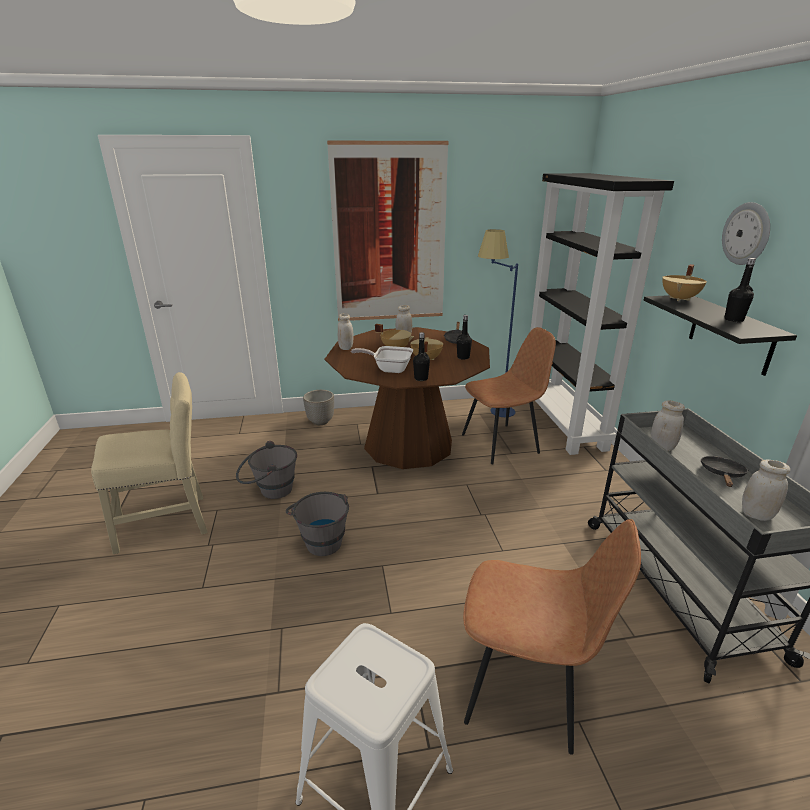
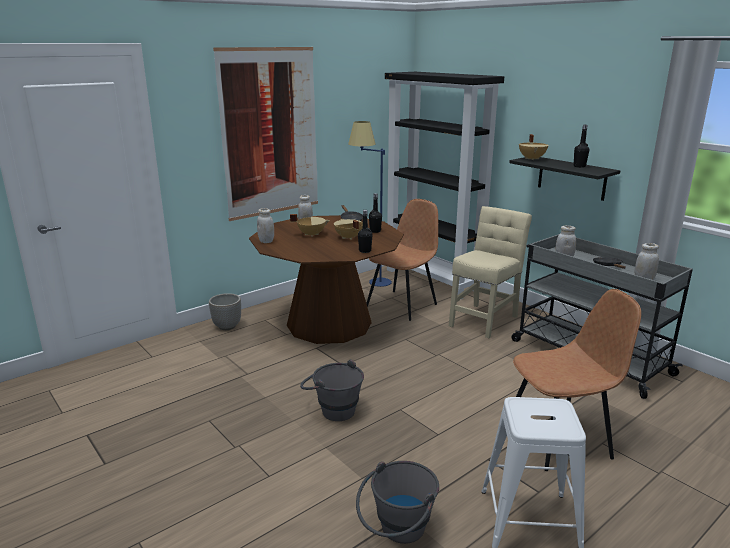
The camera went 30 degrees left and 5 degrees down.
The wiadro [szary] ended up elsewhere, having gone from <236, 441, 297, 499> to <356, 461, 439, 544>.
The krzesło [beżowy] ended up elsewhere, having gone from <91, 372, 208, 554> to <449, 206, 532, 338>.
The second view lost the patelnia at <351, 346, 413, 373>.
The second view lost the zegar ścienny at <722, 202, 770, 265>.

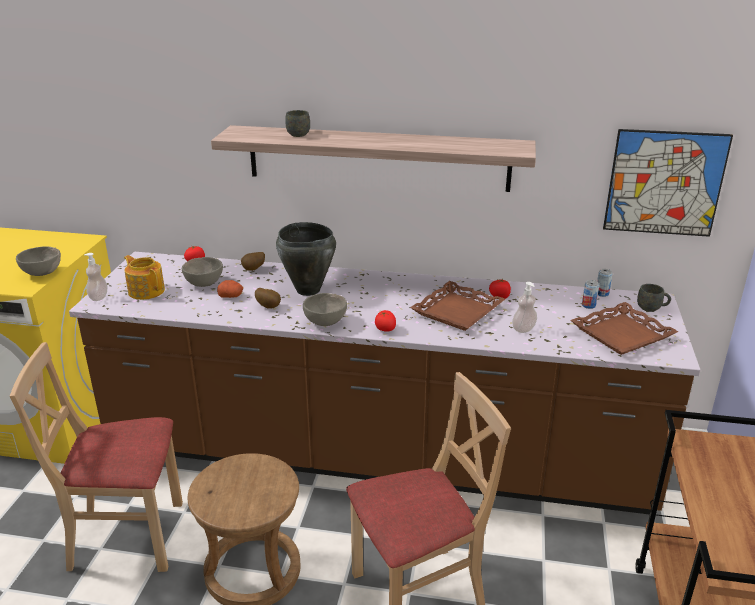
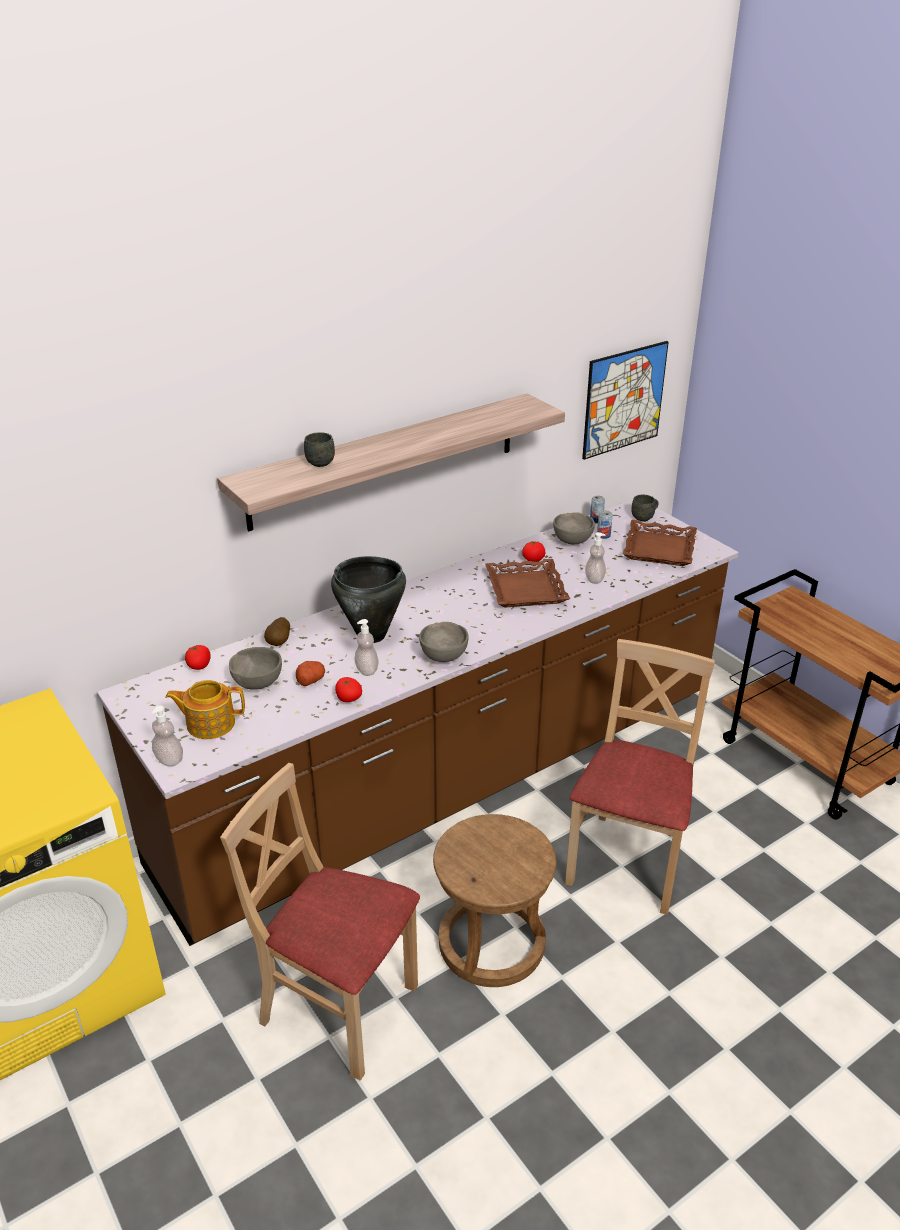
The camera went 45 degrees left and 5 degrees up.
The krzesło [beżowy] at <10, 342, 183, 572> ended up facing another way, 75 degrees clockwise from before.
The pomidor ended up elsewhere, having gone from <375, 310, 396, 332> to <335, 677, 362, 702>.
Where the ziemniak stood at <255, 288, 281, 309>, the dozownik mydła came to stand at <354, 619, 379, 676>.
The miska [szary] ended up elsewhere, having gone from <16, 246, 61, 276> to <553, 512, 595, 544>.

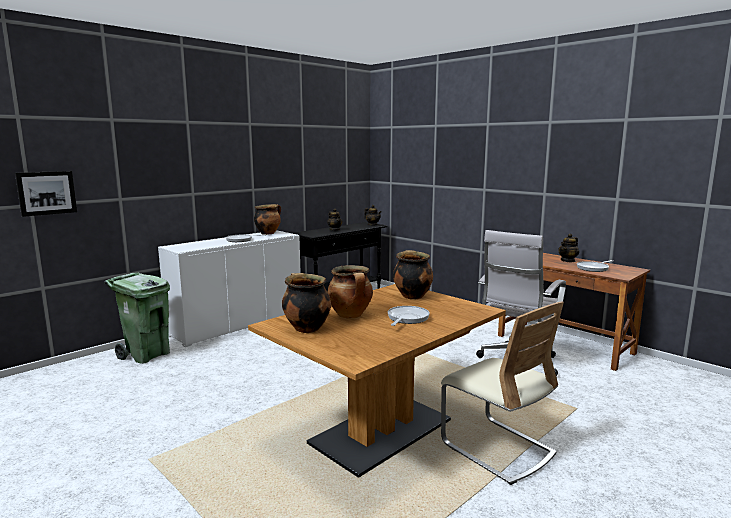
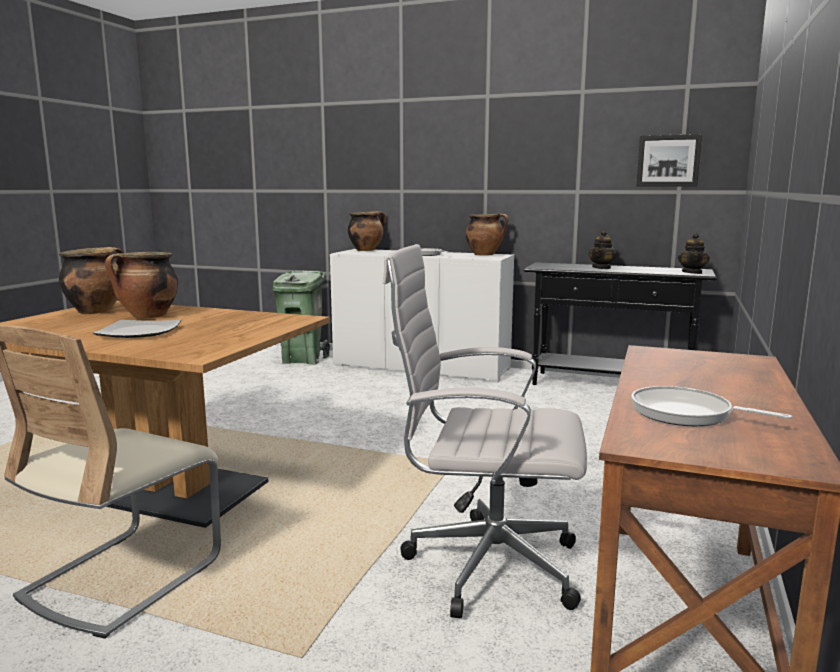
The camera went 65 degrees right and 0 degrees up.
Where the patelnia stood at <388, 306, 430, 326>, the talerz came to stand at <93, 320, 181, 338>.
The garnek ended up elsewhere, having gone from <393, 250, 433, 300> to <348, 211, 386, 251>.
The obraz ended up elsewhere, having gone from <15, 171, 77, 217> to <636, 134, 702, 187>.
The second view lost the imbryk at <558, 233, 579, 262>.

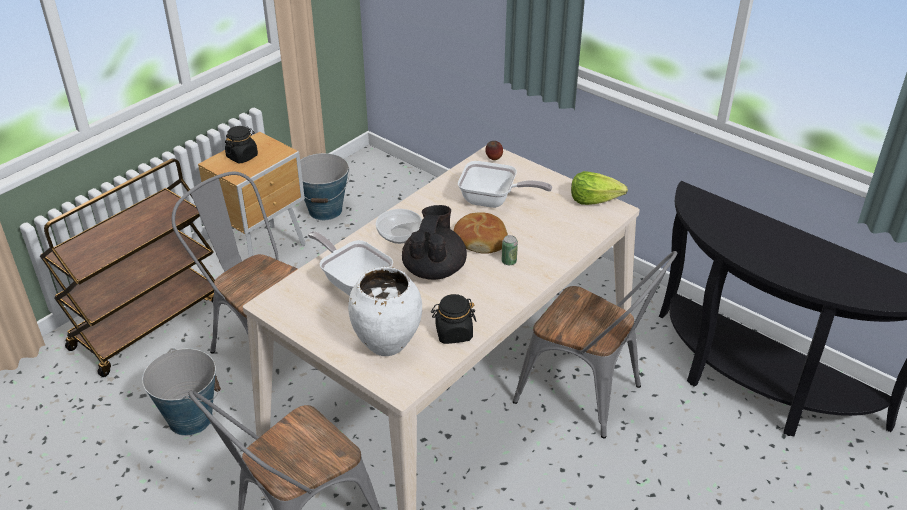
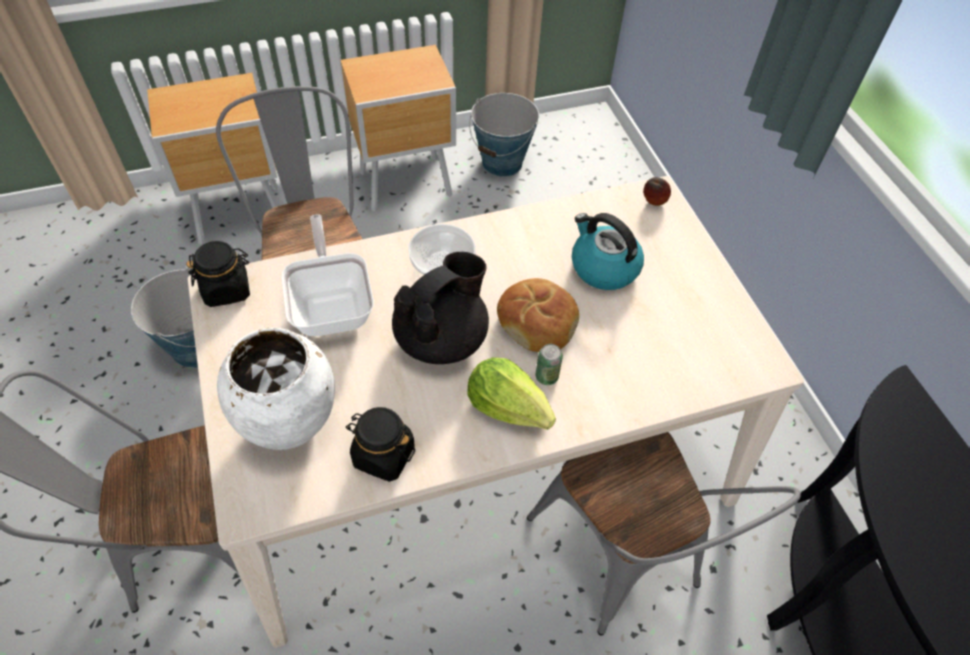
The camera went 30 degrees right and 15 degrees up.
Where the wózek [brązowy] stood at <40, 158, 215, 377>, the szafka nocna [brązowy] came to stand at <147, 73, 279, 245>.
The słoik [czarny] ended up elsewhere, having gone from <225, 126, 258, 163> to <186, 241, 250, 307>.
The sałata ended up elsewhere, having gone from <571, 171, 628, 205> to <467, 357, 556, 430>.
Where the patelnia stood at <458, 161, 552, 208>, the czajnik came to stand at <572, 213, 644, 290>.

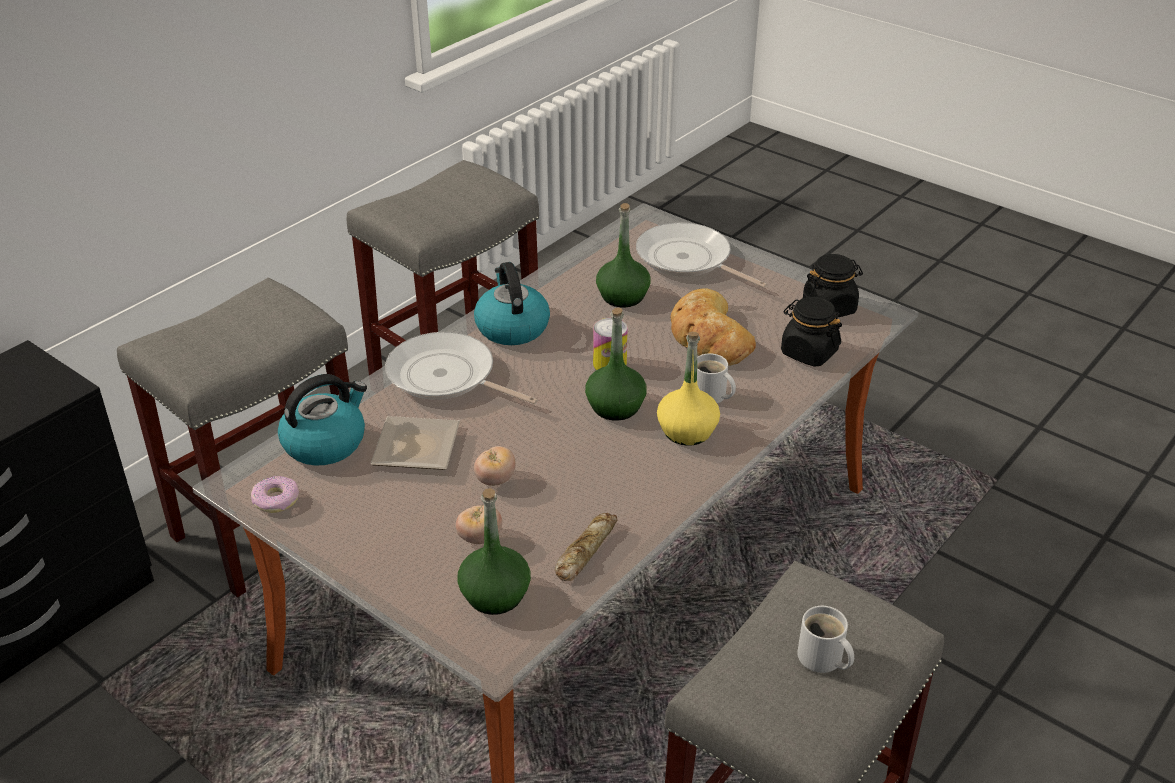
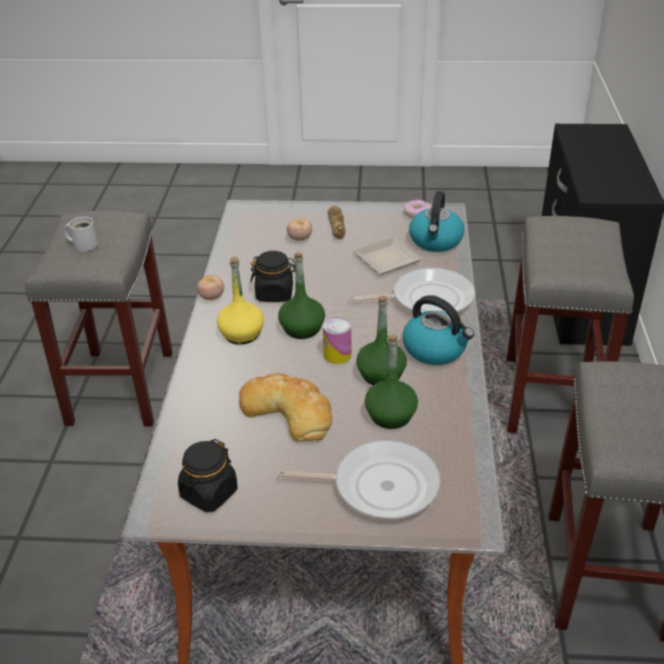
The camera went 145 degrees right and 0 degrees up.
The pomidor ended up elsewhere, having gone from <474, 446, 516, 486> to <197, 275, 224, 300>.
The słoik [czarny] ended up elsewhere, having gone from <781, 297, 842, 367> to <250, 251, 296, 302>.
The chleb ended up elsewhere, having gone from <555, 513, 618, 581> to <328, 206, 345, 239>.
The butelka [zielony] ended up elsewhere, having gone from <457, 488, 531, 615> to <356, 296, 407, 385>.
The second view lost the kubek [biały] at <697, 353, 736, 403>.

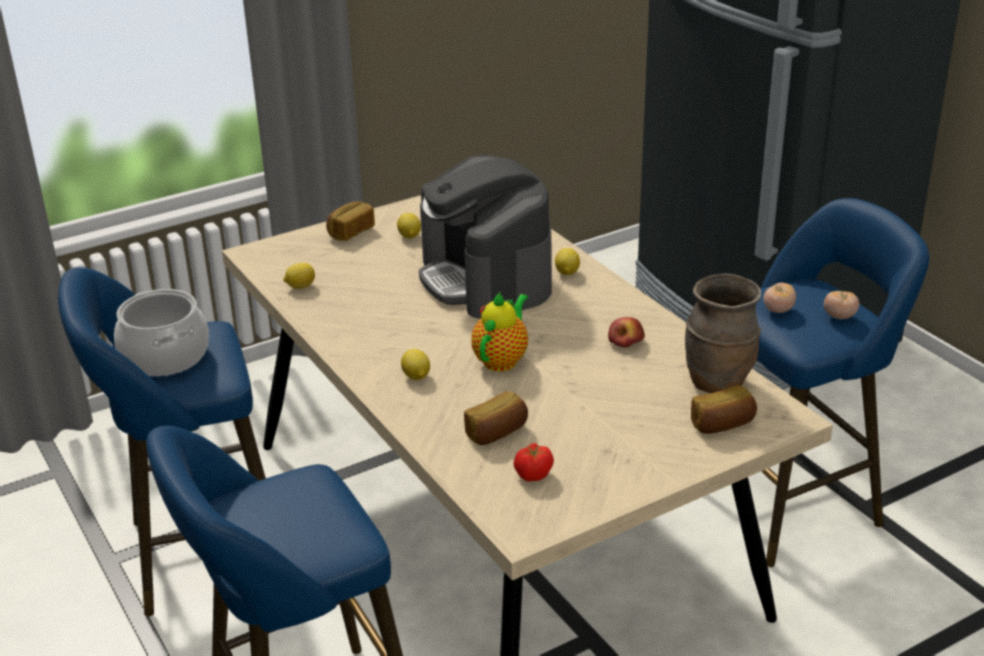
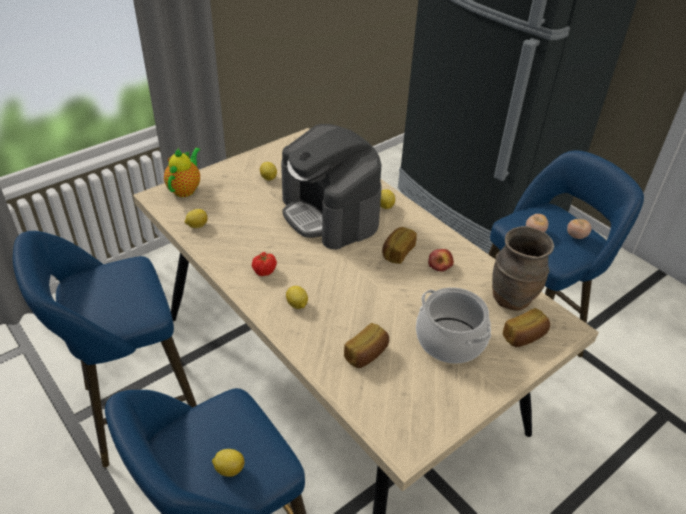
The camera went 10 degrees left and 10 degrees up.
The imbryk ended up elsewhere, having gone from <471, 292, 528, 372> to <164, 148, 201, 197>.
The second view gained the cytryna at <212, 449, 245, 477>.
The pomidor ended up elsewhere, having gone from <514, 443, 554, 482> to <252, 252, 277, 276>.
The chleb ended up elsewhere, having gone from <326, 201, 375, 241> to <382, 227, 417, 264>.
The garnek ended up elsewhere, having gone from <114, 289, 209, 376> to <416, 287, 491, 363>.

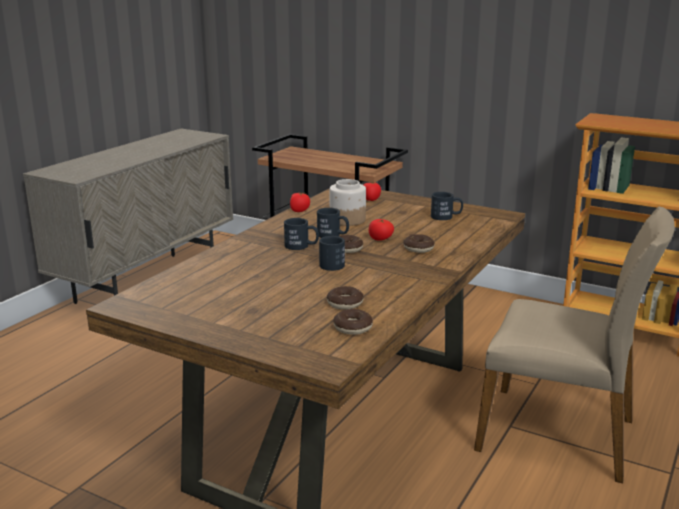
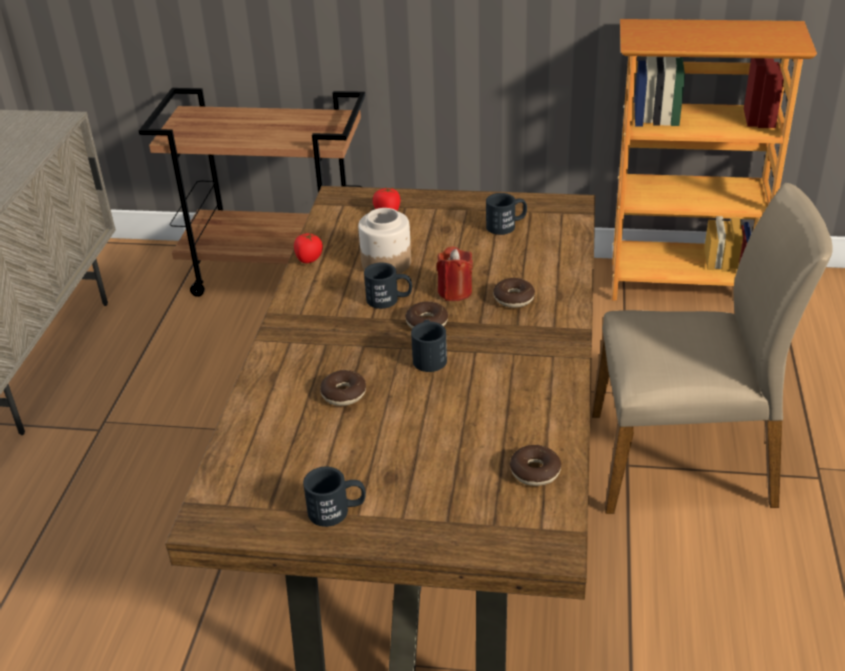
The camera went 20 degrees left and 15 degrees up.
The kubek [czarny] ended up elsewhere, having gone from <284, 218, 319, 250> to <303, 467, 366, 527>.
The donut ended up elsewhere, having gone from <327, 286, 364, 310> to <320, 370, 366, 406>.
Where the pomidor stood at <369, 219, 394, 241>, the świeca [czerwony] came to stand at <436, 247, 473, 301>.

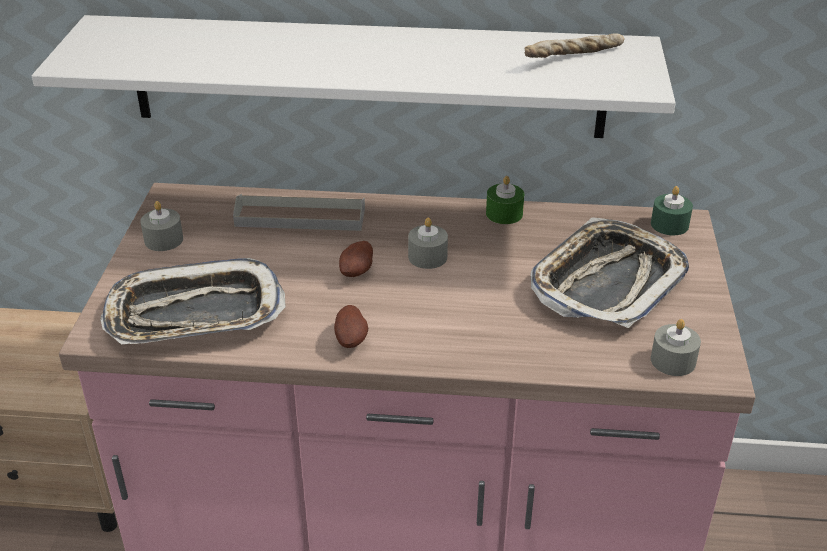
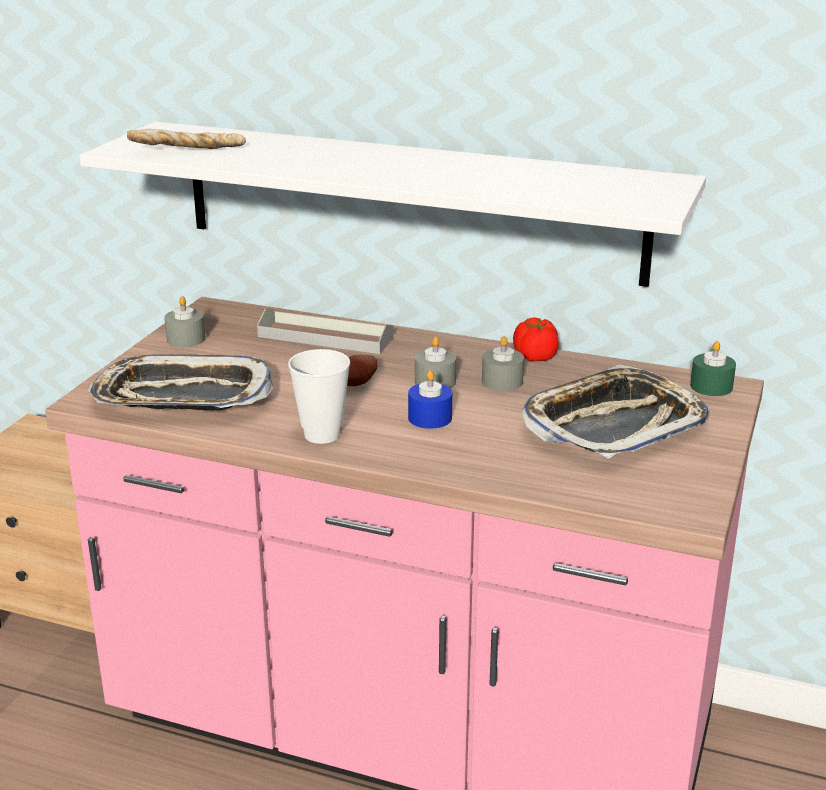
The camera went 15 degrees right and 10 degrees down.
The chleb ended up elsewhere, having gone from <525, 33, 625, 58> to <127, 129, 246, 149>.
Where the ziemniak stood at <334, 305, 368, 348>, the filiżanka came to stand at <288, 349, 350, 444>.
The second view gained the świeca [niebieski] at <408, 370, 452, 429>.
The świeca [szary] ended up elsewhere, having gone from <651, 319, 701, 376> to <482, 336, 524, 391>.
Where the świeca [zielony] stood at <486, 176, 524, 224>, the pomidor came to stand at <513, 317, 559, 362>.

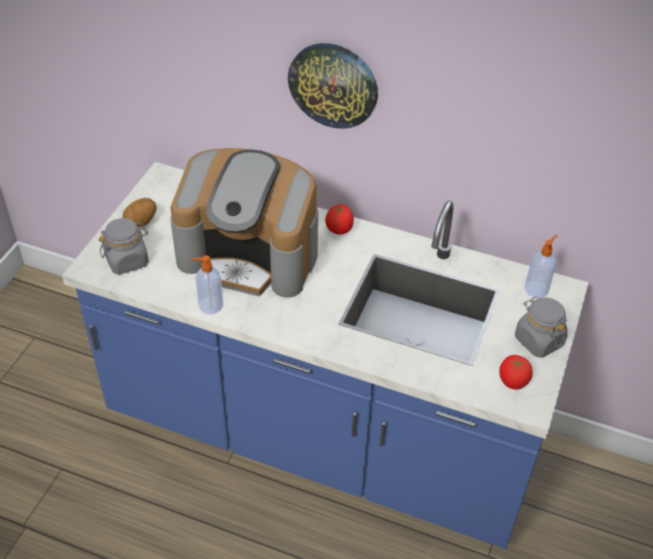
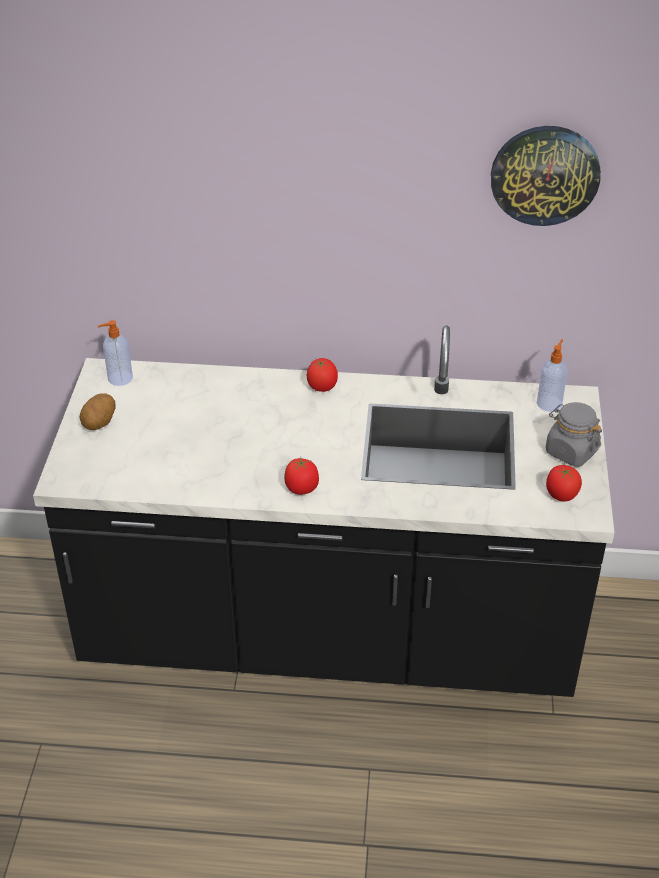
The camera went 15 degrees left and 5 degrees down.
What was the zabudowa kuchenna [niebieski] at <62, 162, 589, 549> turned into the zabudowa kuchenna [czarny] at <33, 325, 614, 697>.
The dozownik mydła ended up elsewhere, having gone from <191, 255, 223, 314> to <98, 320, 133, 386>.
The second view gained the pomidor at <284, 458, 319, 495>.
The zegar ścienny ended up elsewhere, having gone from <288, 43, 378, 129> to <491, 126, 601, 226>.
The second view lost the słoik [szary] at <99, 218, 149, 275>.
The second view lost the ekspres do kawy at <170, 148, 318, 298>.

